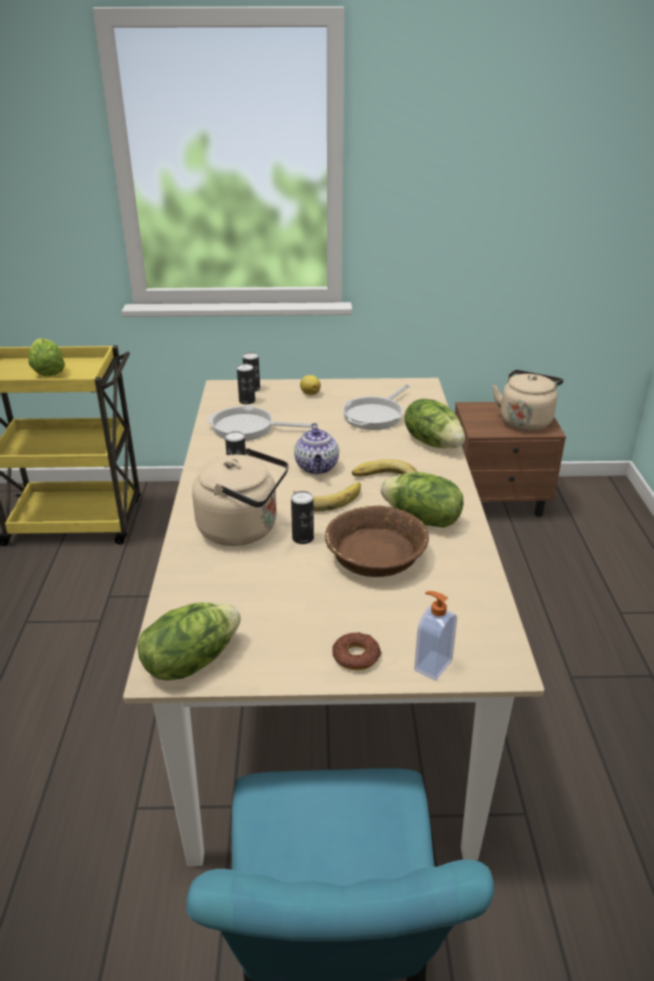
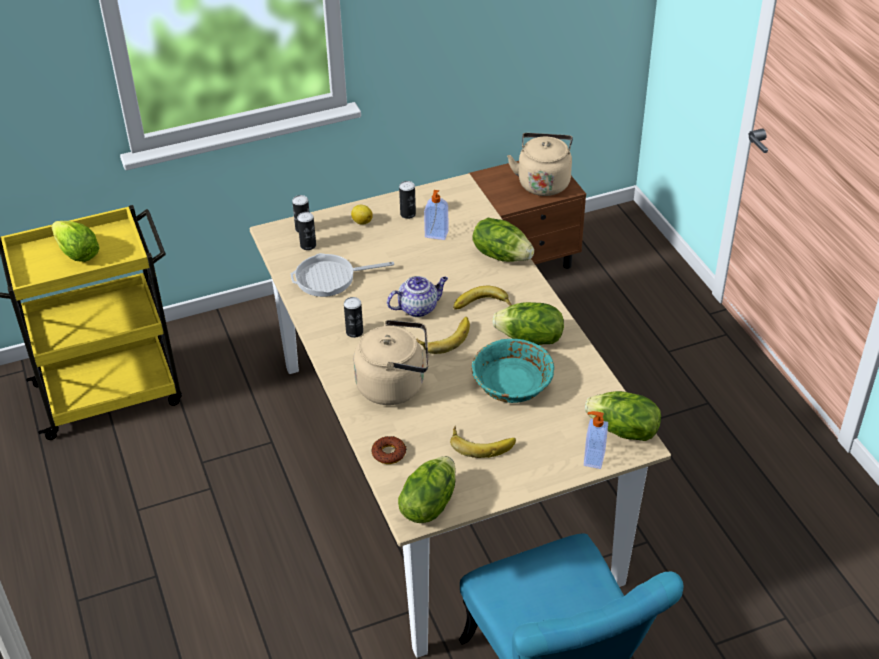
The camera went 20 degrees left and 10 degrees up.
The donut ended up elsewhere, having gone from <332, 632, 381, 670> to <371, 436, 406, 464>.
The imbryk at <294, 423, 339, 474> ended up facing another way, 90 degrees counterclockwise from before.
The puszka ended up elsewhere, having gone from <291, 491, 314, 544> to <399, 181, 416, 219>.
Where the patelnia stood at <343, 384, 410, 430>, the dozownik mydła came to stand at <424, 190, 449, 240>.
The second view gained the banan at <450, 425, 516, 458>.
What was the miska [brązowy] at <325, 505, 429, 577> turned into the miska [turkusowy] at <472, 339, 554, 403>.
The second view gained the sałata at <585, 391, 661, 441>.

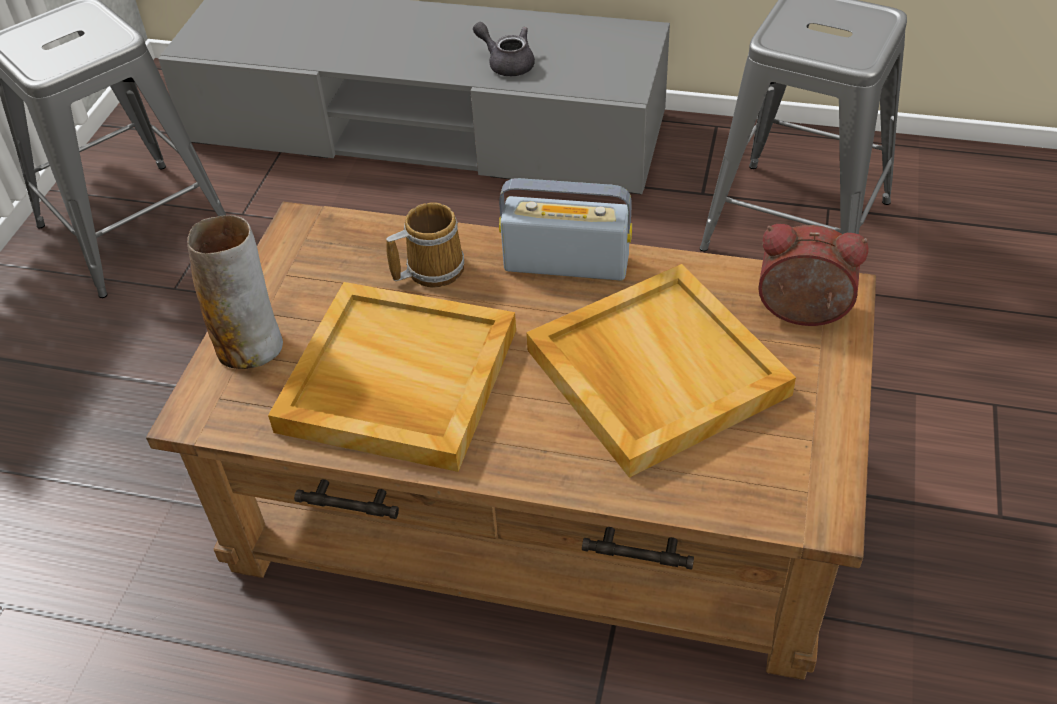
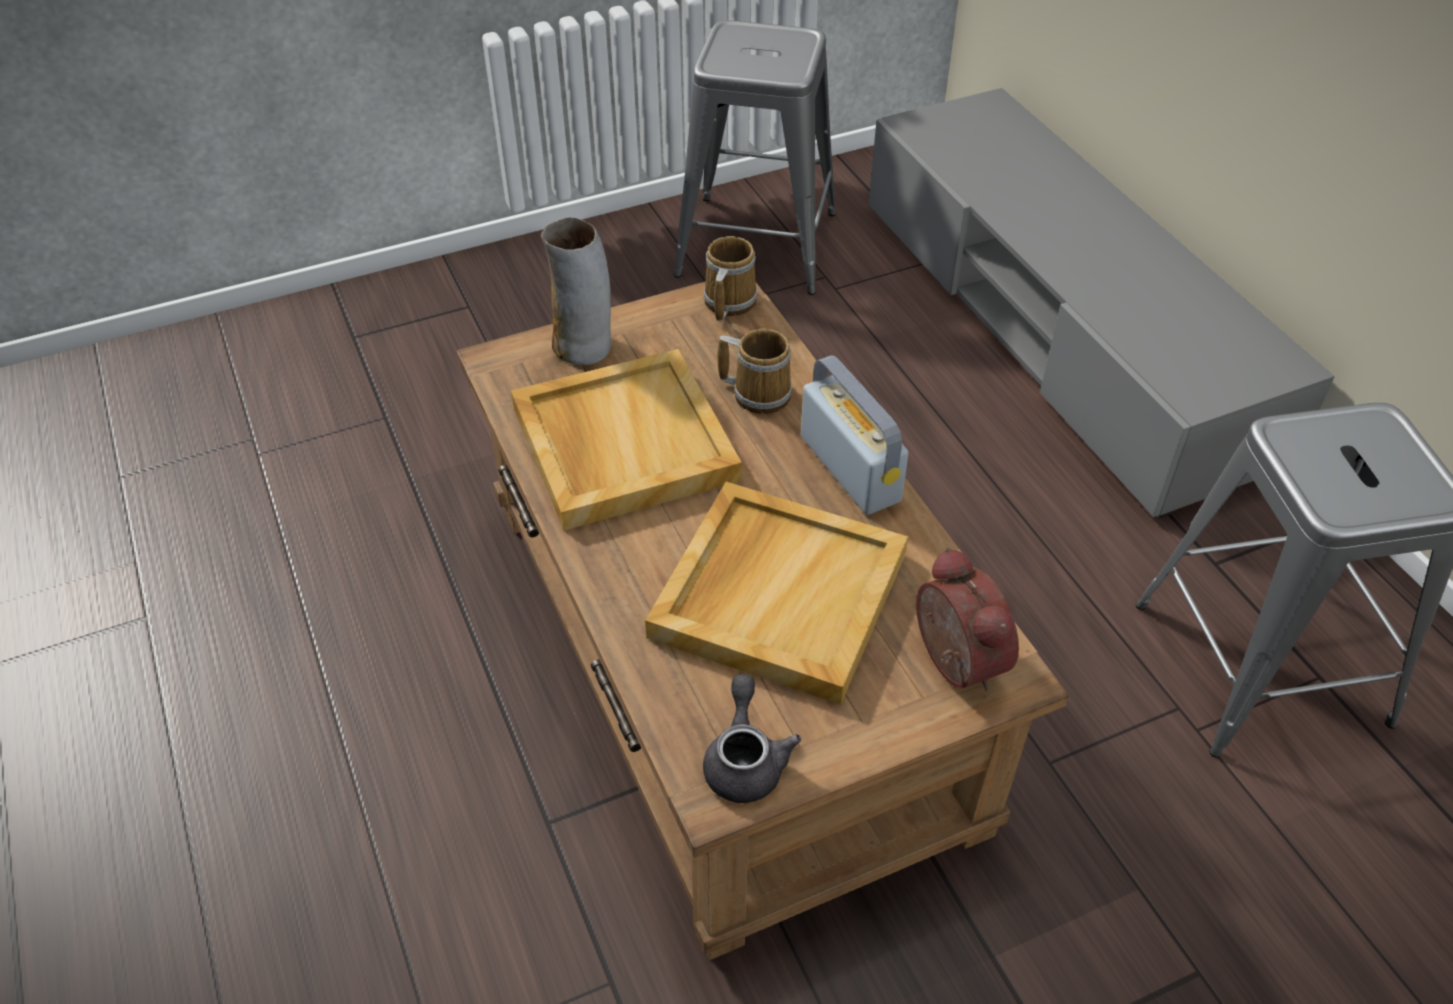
The camera went 50 degrees right and 0 degrees up.
The imbryk [szary] ended up elsewhere, having gone from <473, 22, 535, 76> to <703, 674, 801, 803>.
The second view gained the kubek at <704, 236, 758, 321>.

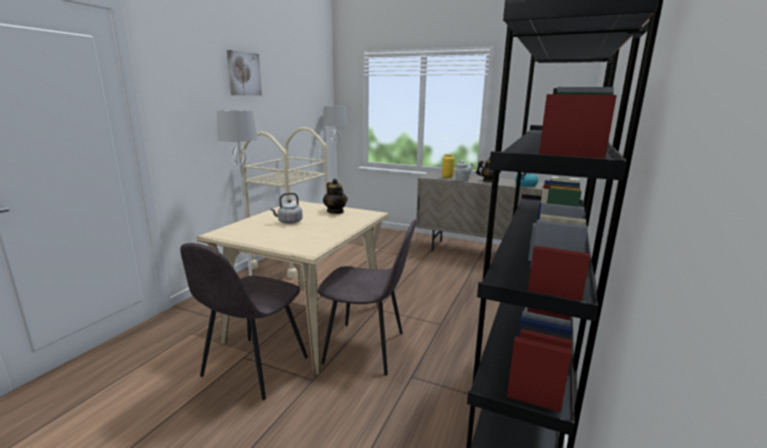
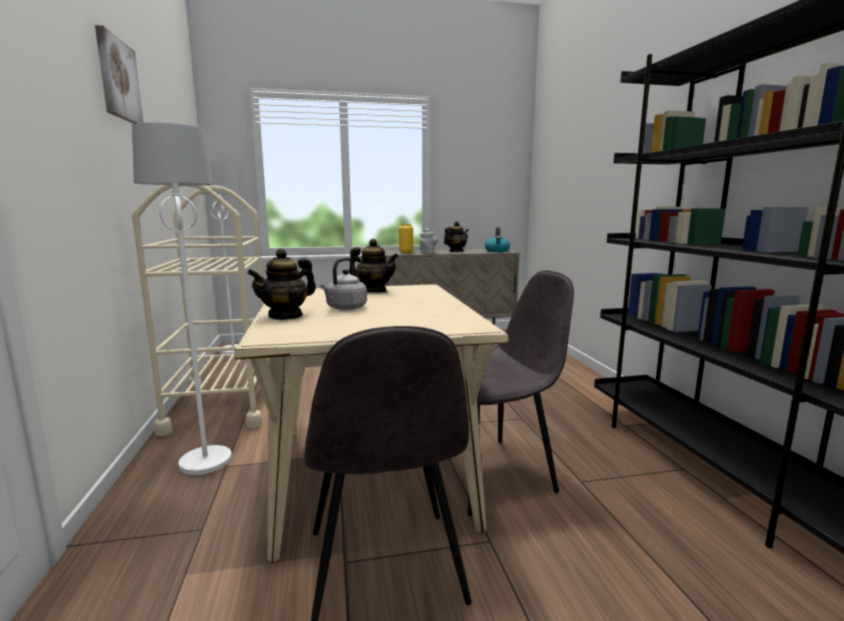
The camera went 35 degrees left and 5 degrees down.
The second view gained the imbryk at <247, 248, 316, 320>.

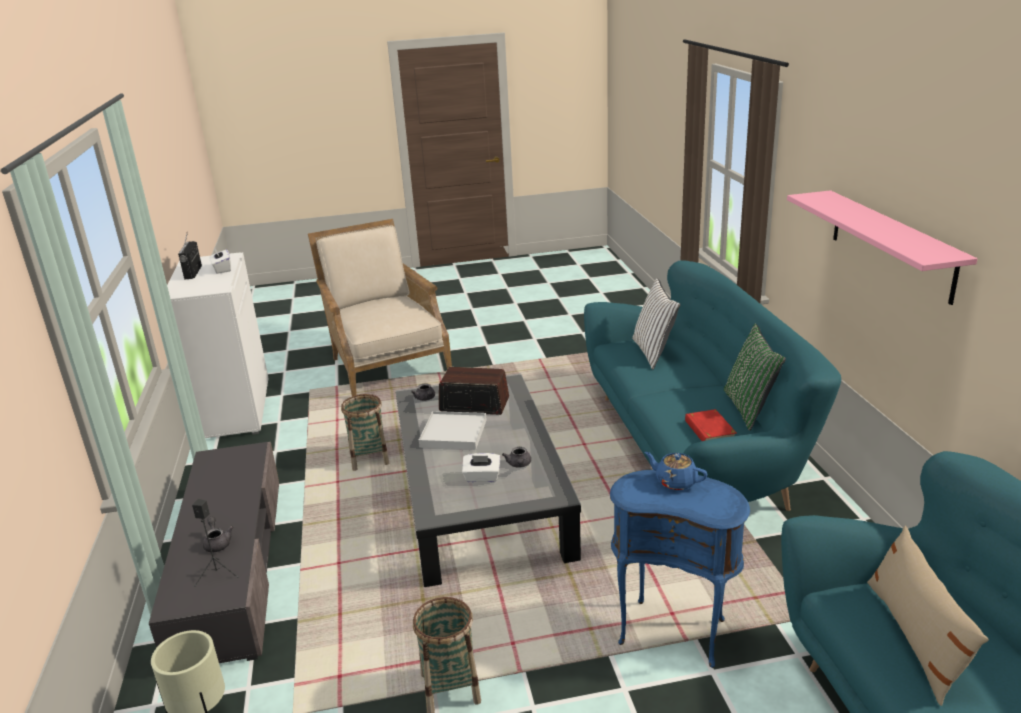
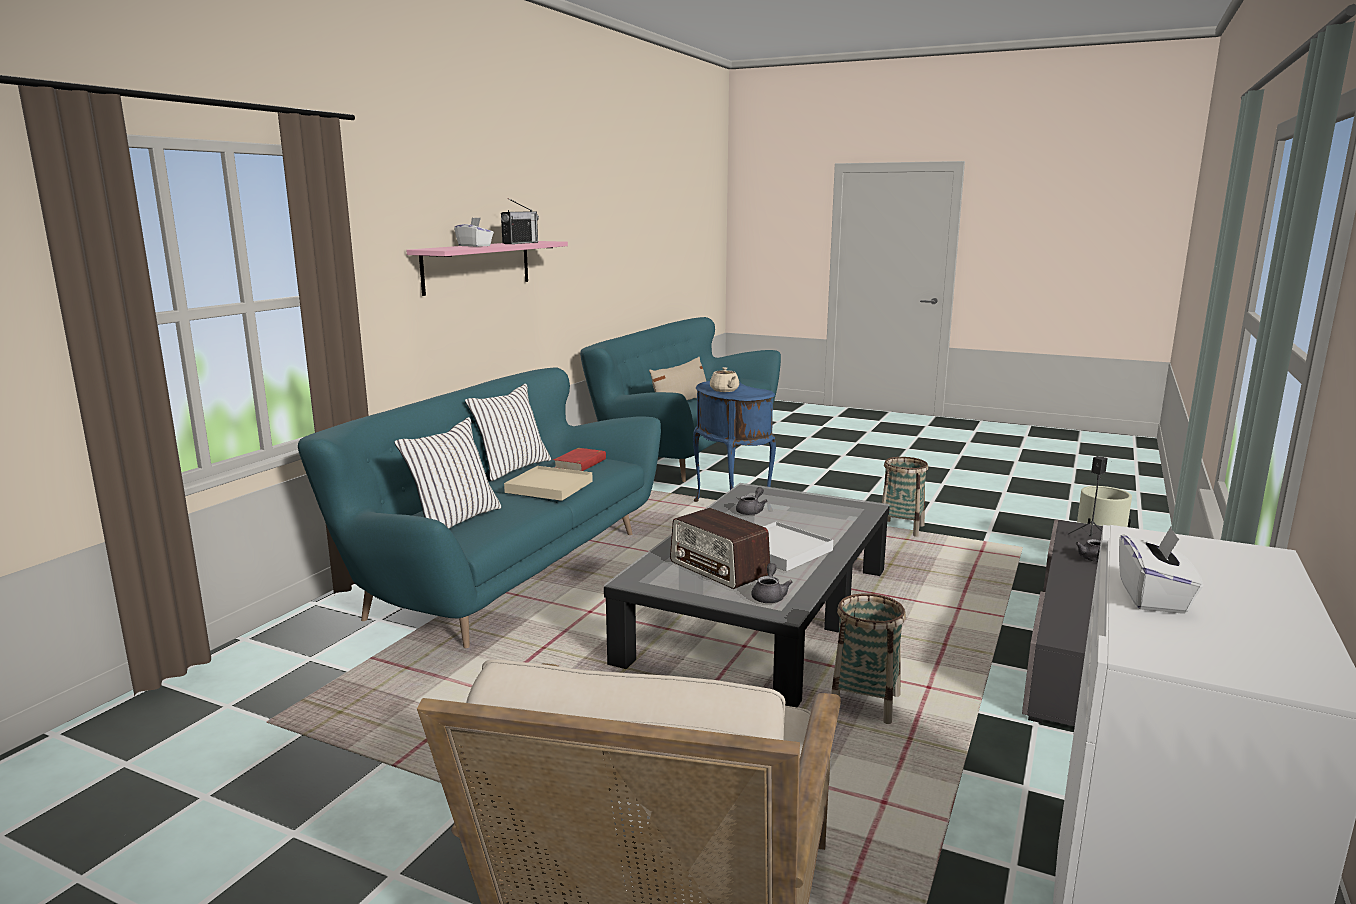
The camera went 145 degrees left and 10 degrees down.
The pudełko chusteczek [biały] ended up elsewhere, having gone from <462, 453, 500, 483> to <454, 218, 494, 247>.
What was the poduszka [zielony] at <724, 324, 786, 431> turned into the poduszka [biały] at <465, 384, 551, 481>.
The radio ended up elsewhere, having gone from <178, 232, 202, 280> to <501, 198, 539, 244>.
The second view gained the taca [beżowy] at <504, 466, 593, 501>.
What was the imbryk [niebieski] at <645, 452, 708, 490> turned into the imbryk [beżowy] at <710, 367, 739, 392>.

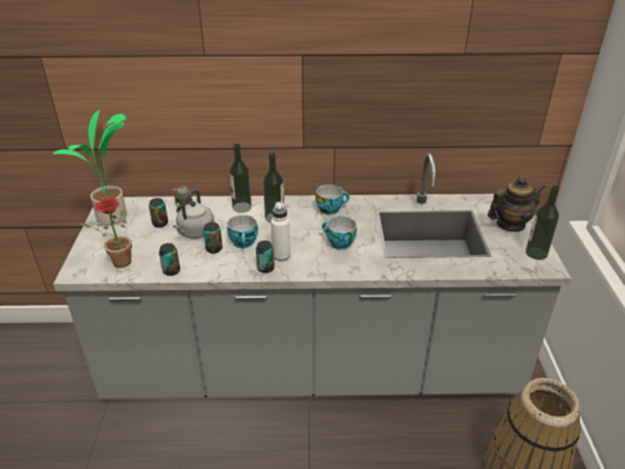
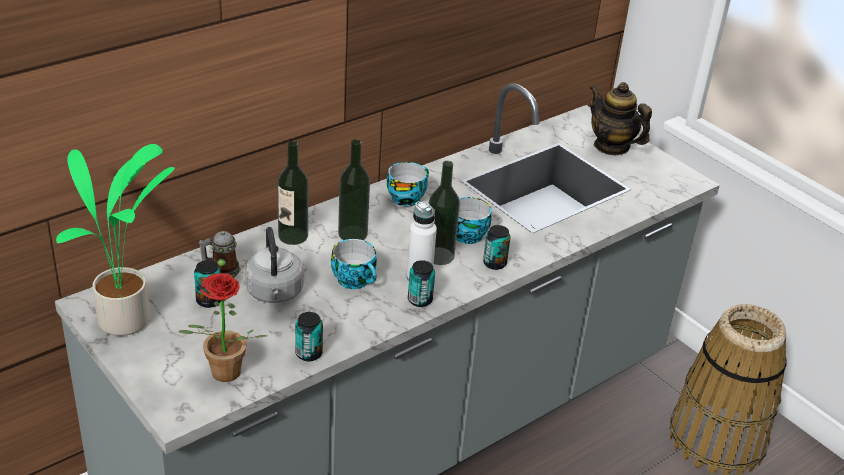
The camera went 40 degrees left and 0 degrees up.
The butelka ended up elsewhere, having gone from <526, 185, 559, 260> to <429, 161, 460, 265>.
The puszka ended up elsewhere, having gone from <203, 222, 223, 253> to <483, 225, 511, 270>.
The imbryk at <488, 176, 545, 232> ended up facing another way, 75 degrees counterclockwise from before.

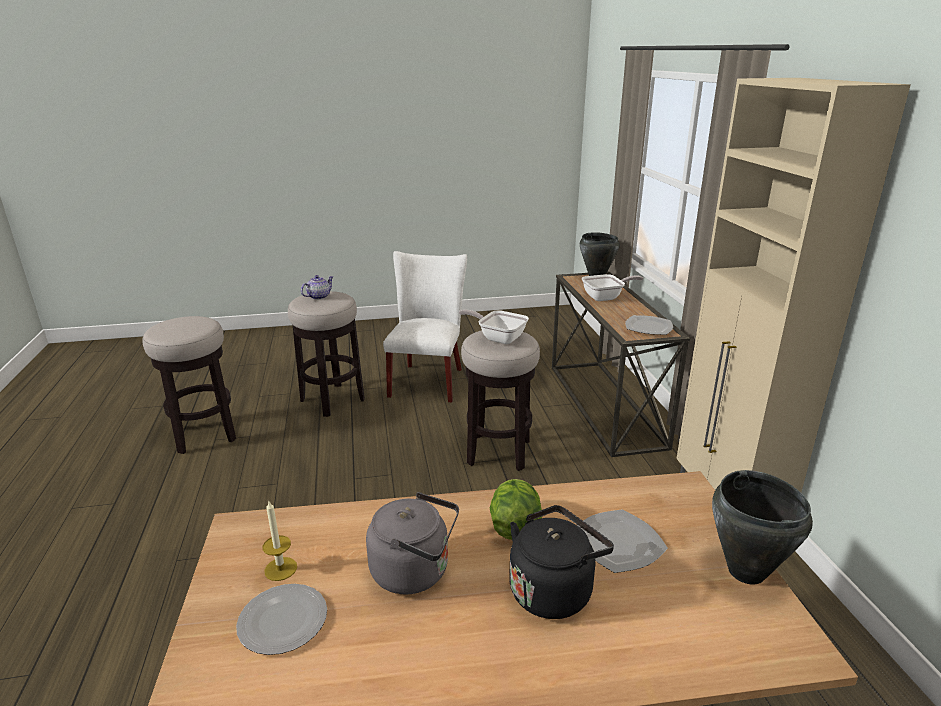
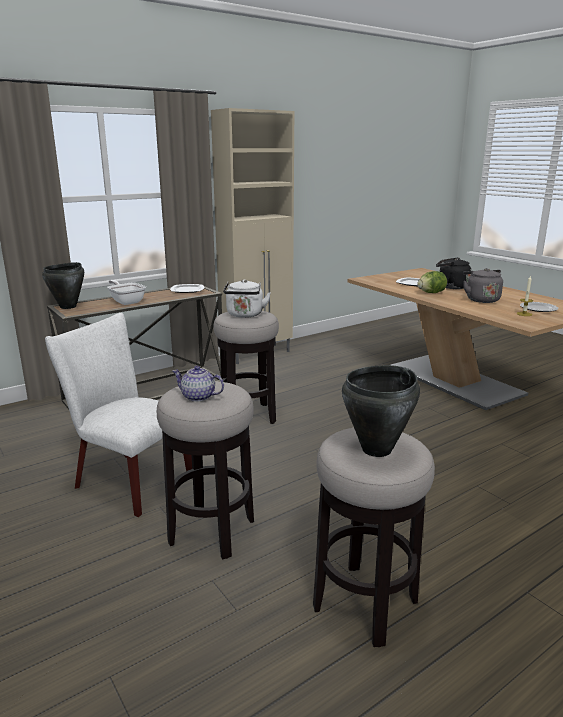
The camera went 115 degrees left and 5 degrees down.
The krzesło [biały] at <383, 251, 467, 402> ended up facing another way, 45 degrees clockwise from before.
Where the patelnia stood at <459, 309, 529, 344>, the czajnik [biały] came to stand at <223, 279, 271, 318>.
The garnek [czarny] ended up elsewhere, having gone from <712, 470, 813, 584> to <342, 365, 420, 457>.

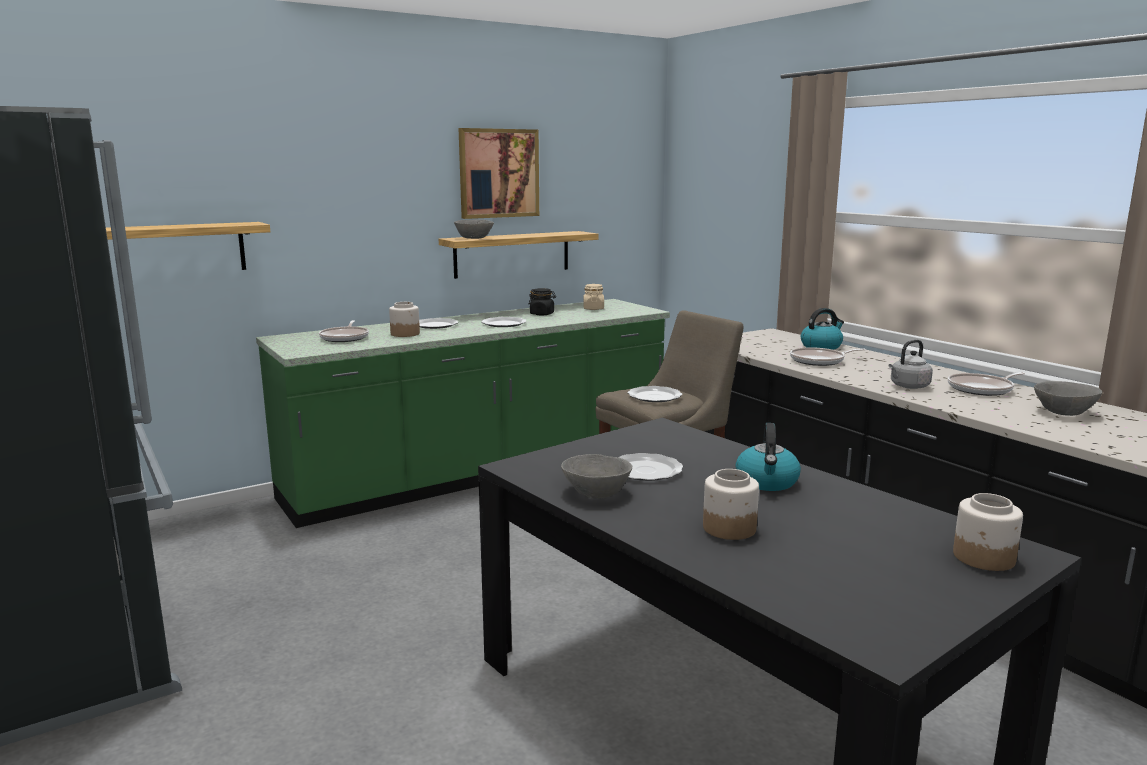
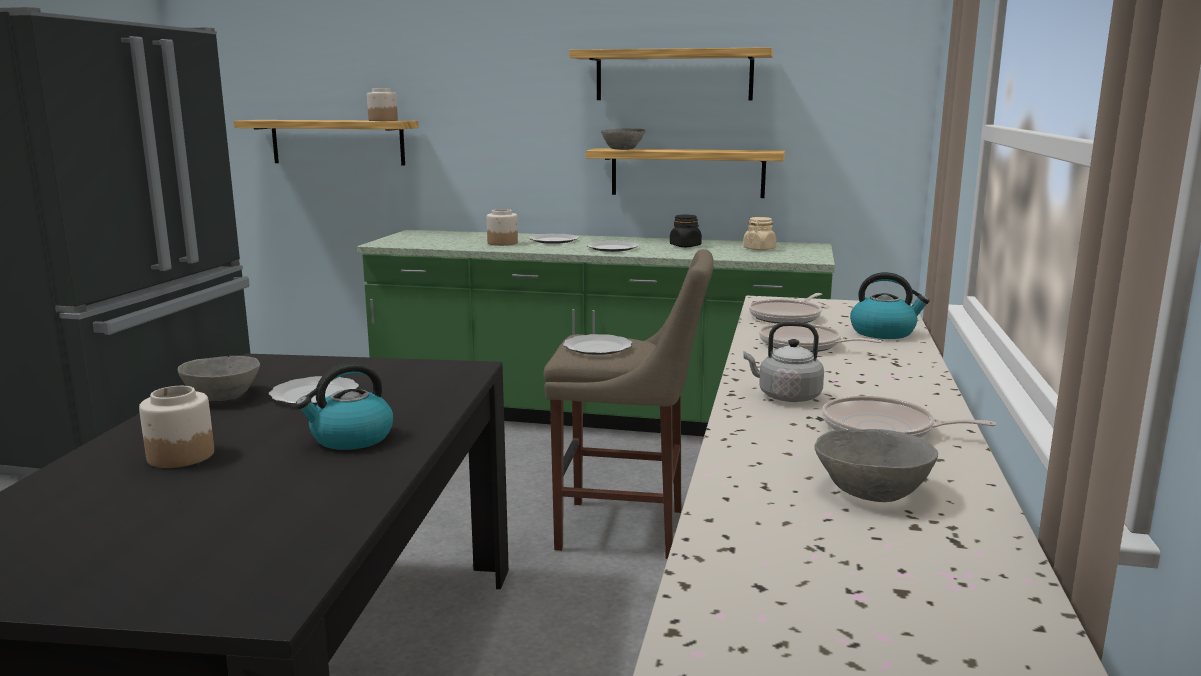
The camera went 45 degrees right and 0 degrees up.
The słoik ended up elsewhere, having gone from <953, 493, 1023, 571> to <367, 88, 398, 121>.
Where the obraz hung at <458, 128, 539, 219>, the półka came to hang at <569, 47, 773, 100>.
The patelnia ended up elsewhere, having gone from <319, 320, 369, 342> to <749, 293, 822, 323>.

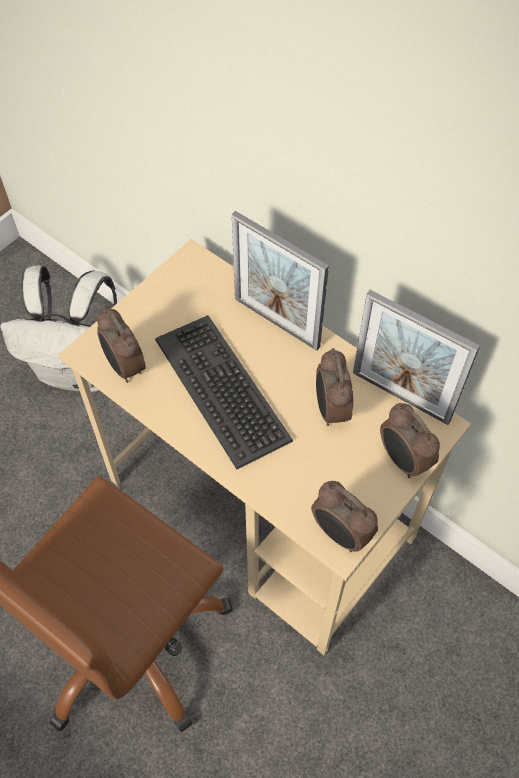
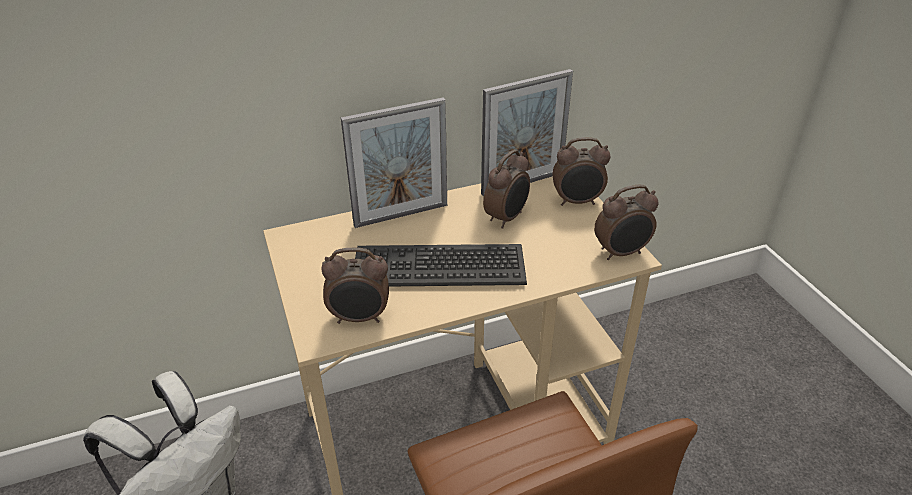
The camera went 60 degrees left and 20 degrees down.
The budzik at <316, 348, 353, 426> ended up facing another way, 75 degrees counterclockwise from before.

